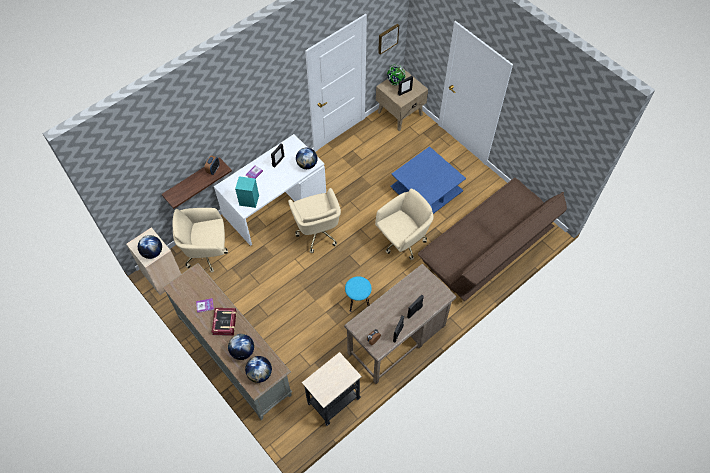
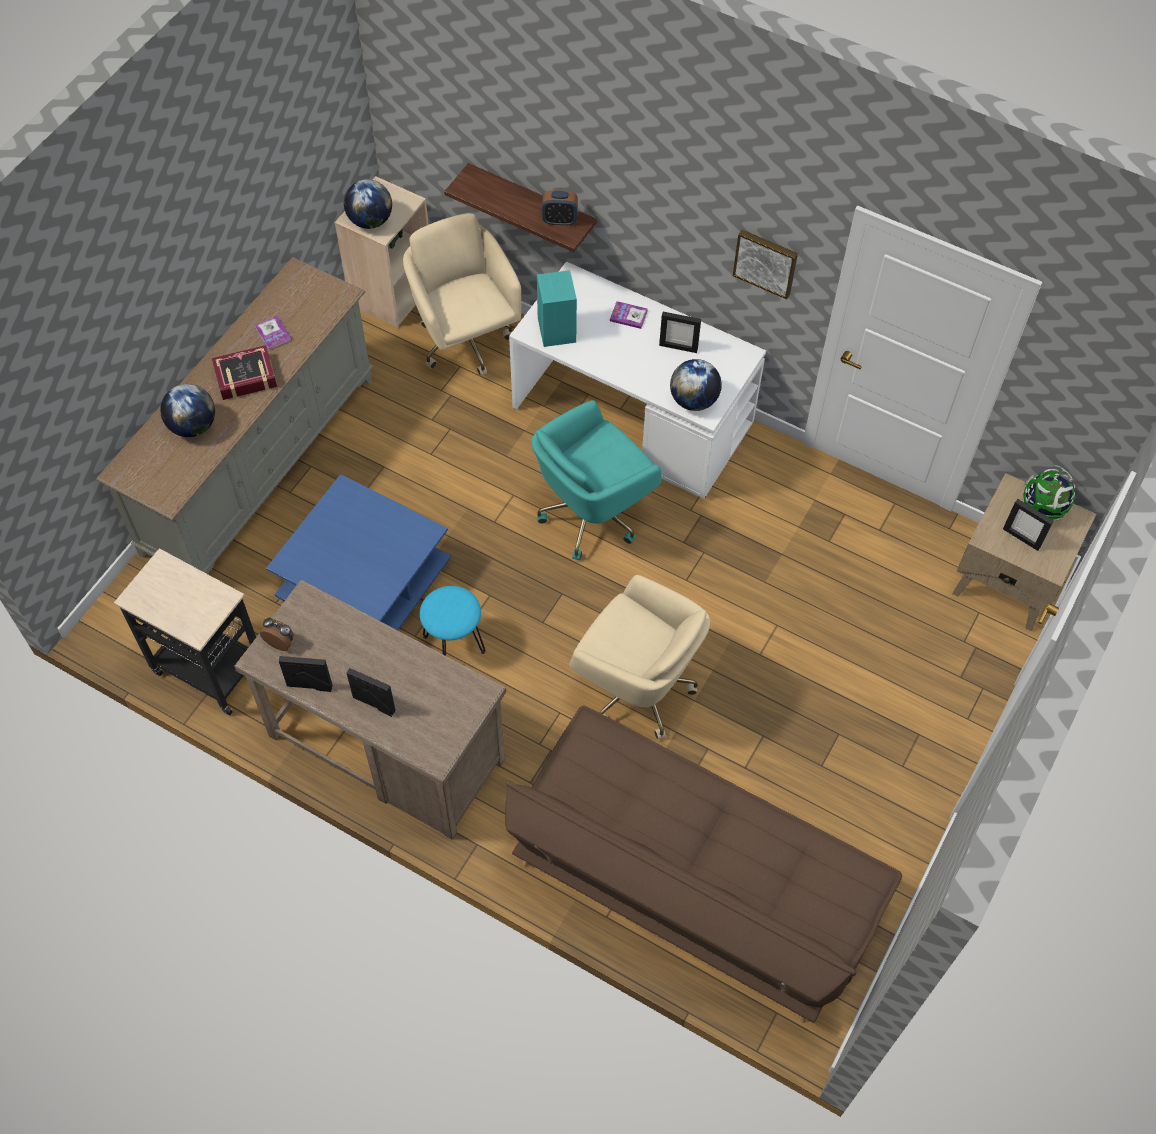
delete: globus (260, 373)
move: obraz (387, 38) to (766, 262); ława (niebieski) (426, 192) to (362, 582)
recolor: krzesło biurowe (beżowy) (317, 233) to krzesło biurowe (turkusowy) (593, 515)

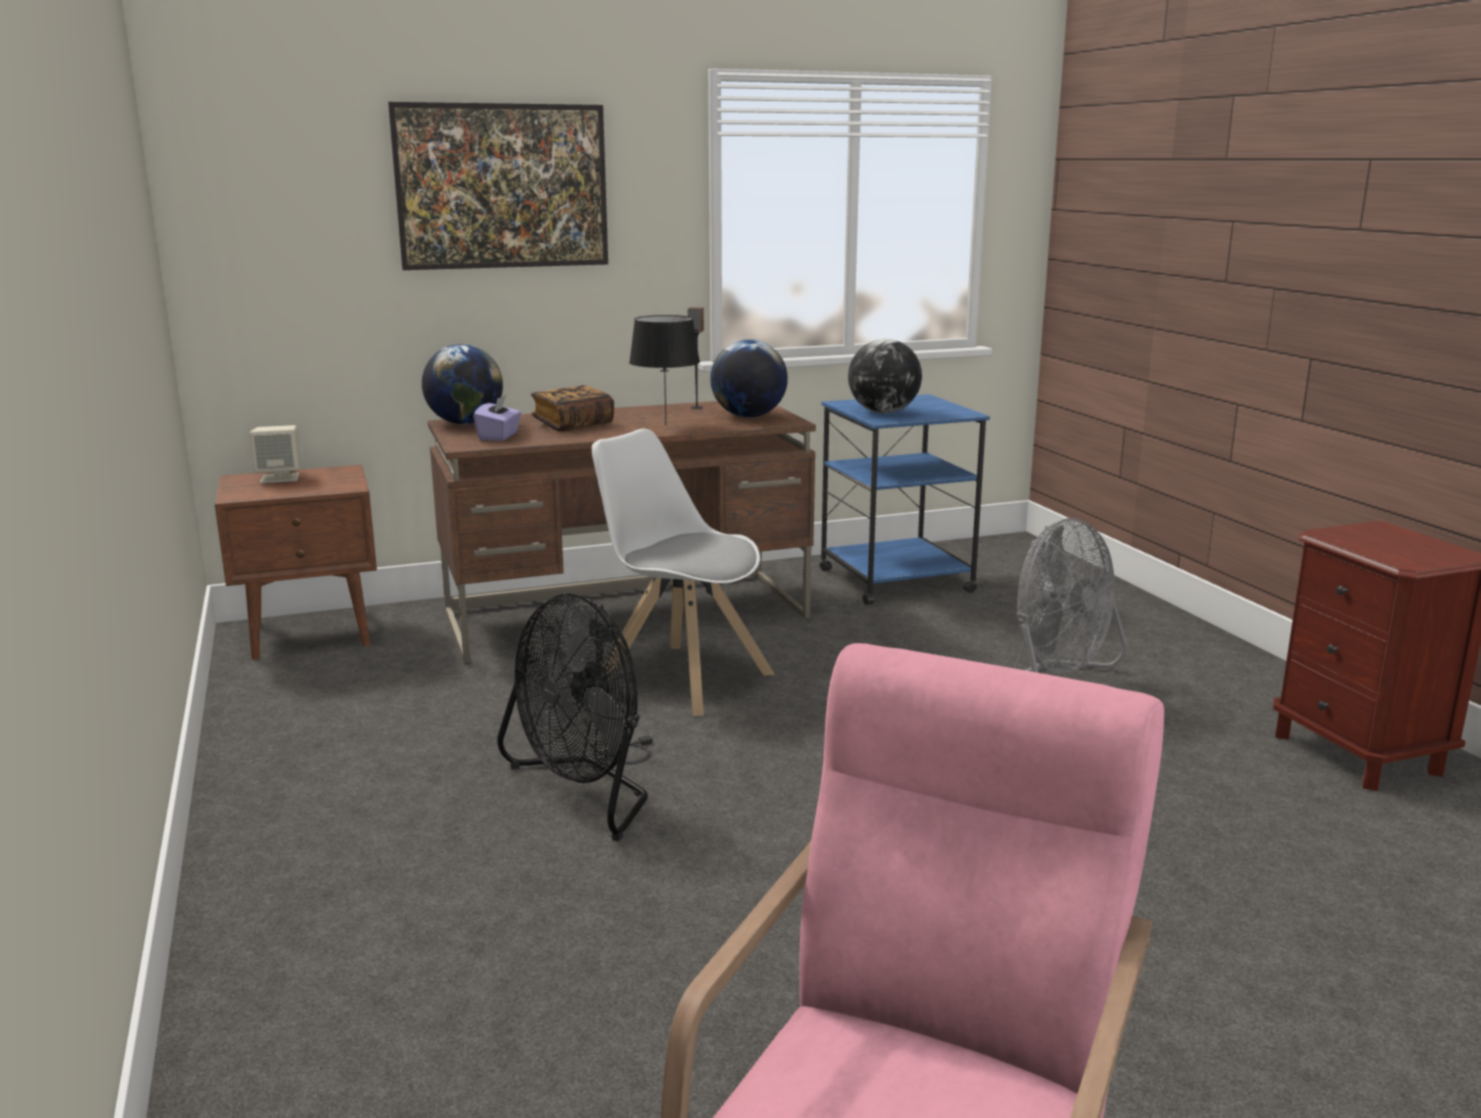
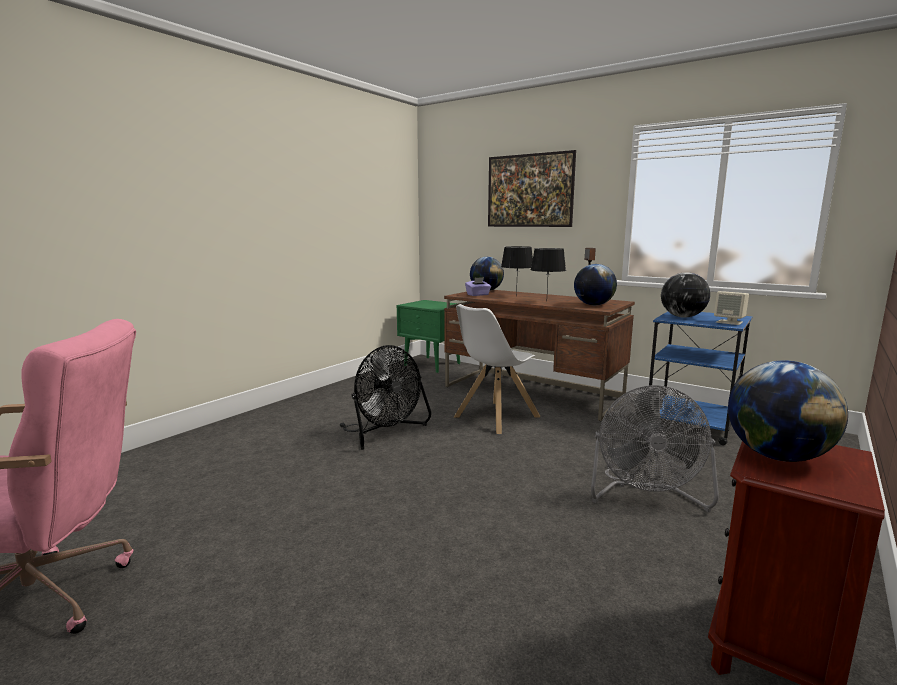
insert: globus (777, 456)
move: głośnik (beżowy) (280, 478) to (729, 322)
replace: książka (573, 424) to lampa stołowa (czarny) (516, 296)
recolor: szafka nocna (brązowy) (313, 634) to szafka nocna (zielony) (432, 365)
rotate: wentylator (czarny) (591, 786) = (382, 432) 150 degrees counterclockwise; krzesło (681, 677) = (494, 417) 135 degrees counterclockwise

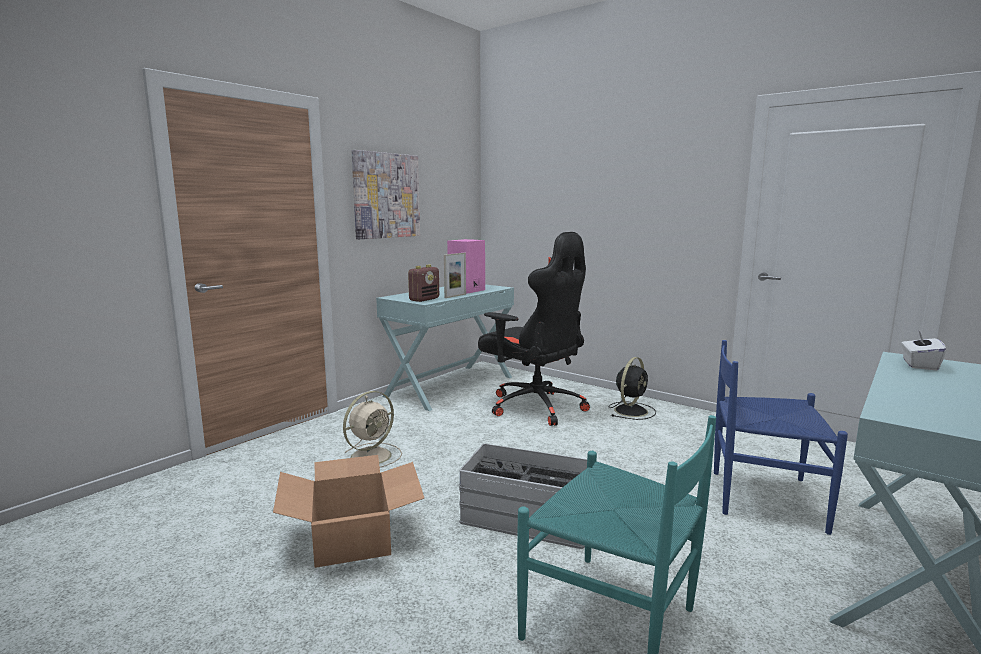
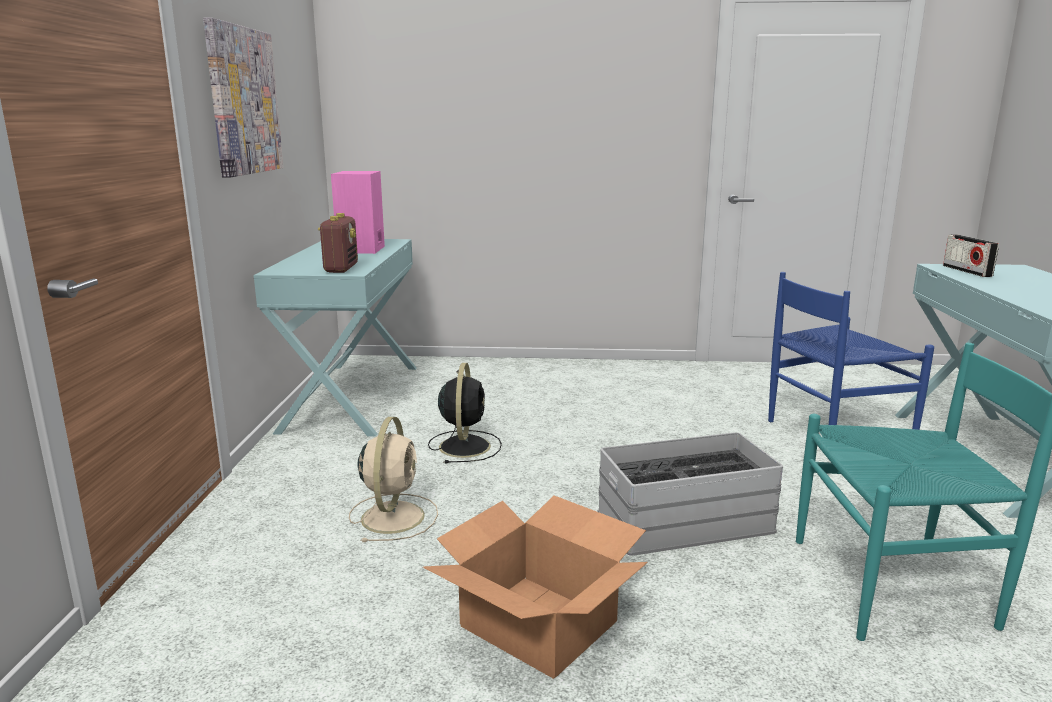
delete: ramka na zdjęcie (455, 296); krzesło biurowe (czarny) (530, 405)
move: wentylator (czarny) (631, 410) to (465, 445)
replace: pudełko chusteczek (biały) (919, 365) to radio (967, 271)

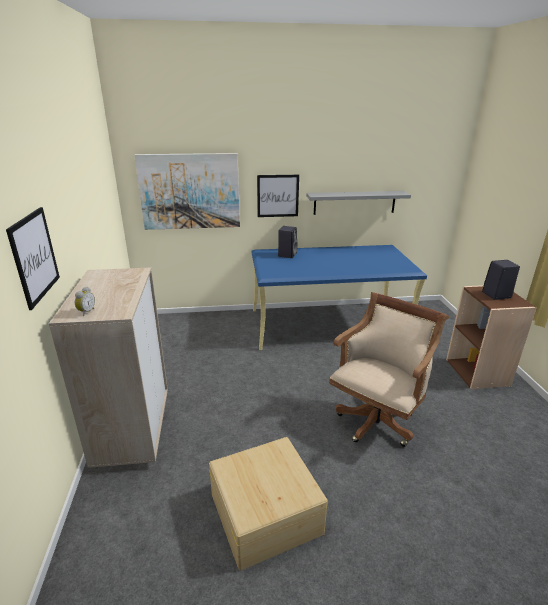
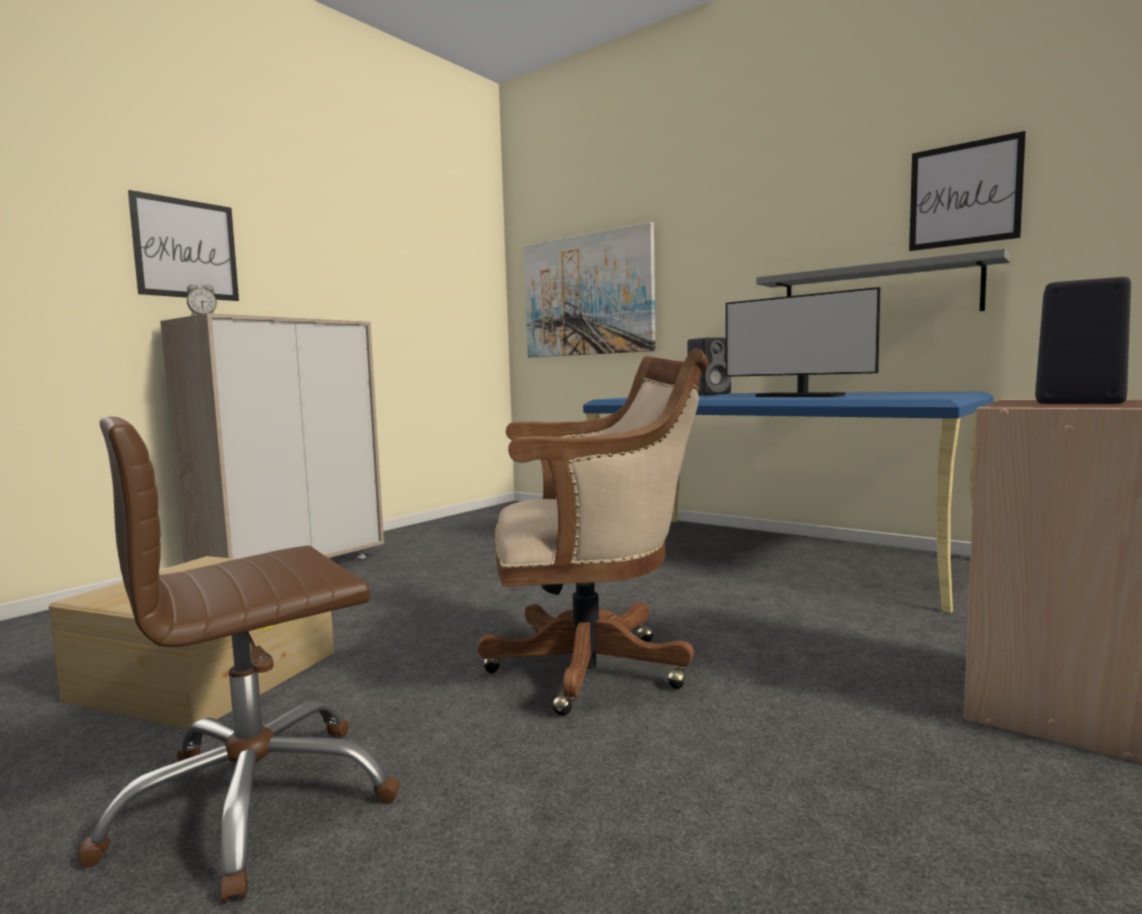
insert: krzesło biurowe (brązowy) (253, 804); monitor (799, 396)
move: obraz (278, 196) to (964, 194)

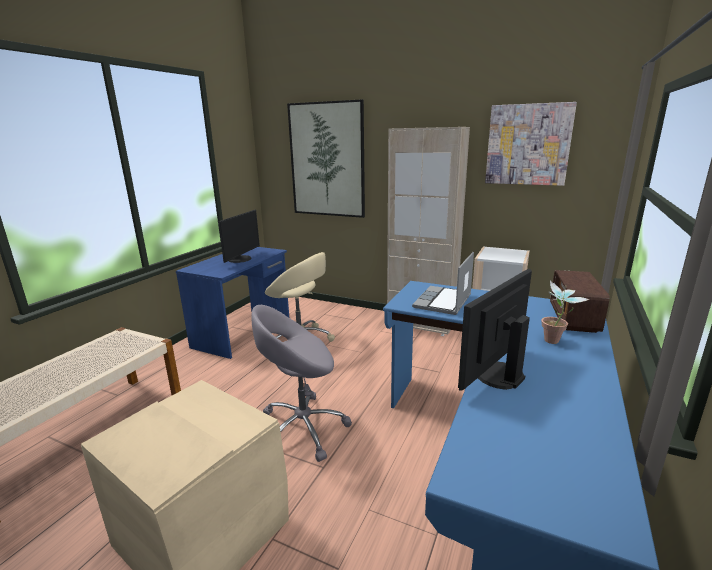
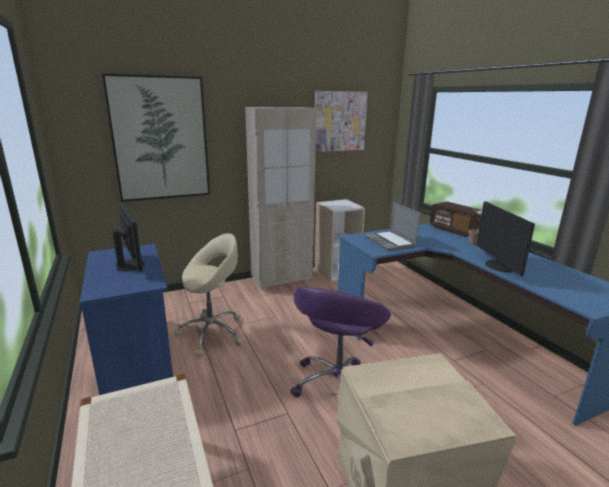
recolor: krzesło biurowe (szary) (301, 428) to krzesło biurowe (fioletowy) (336, 387)

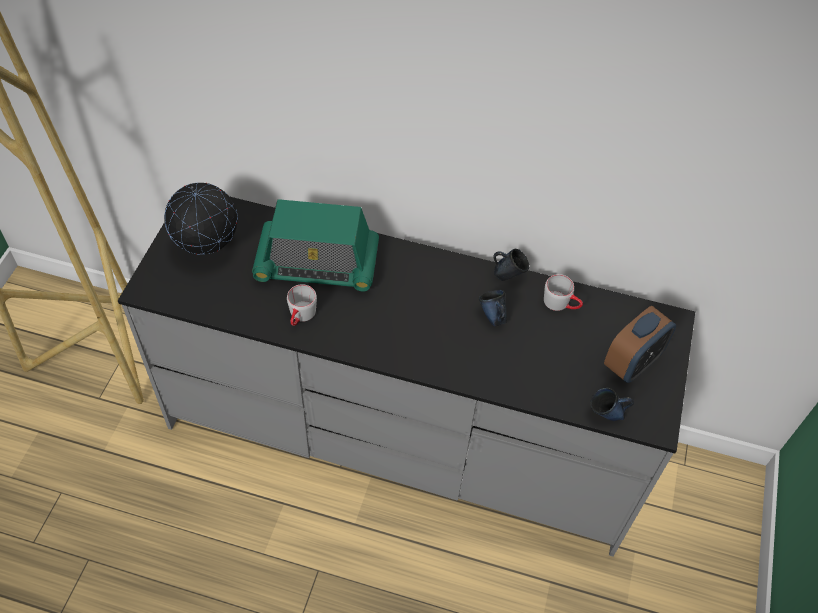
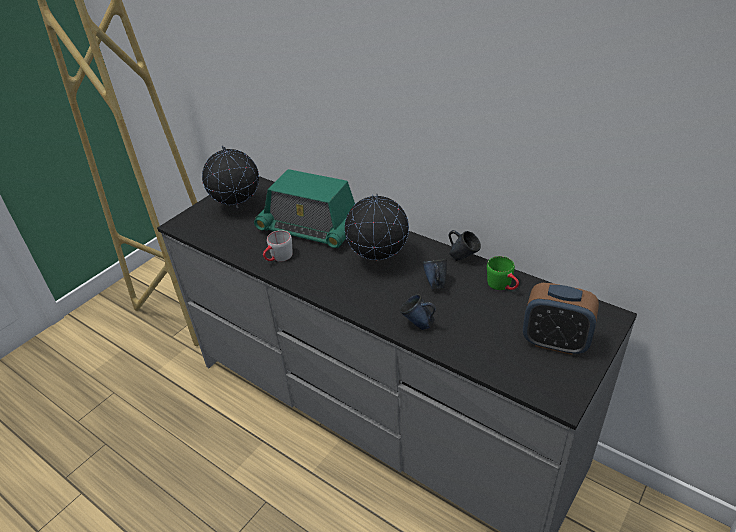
insert: globus (378, 260)
move: kubek (niebieski) (606, 416) to (418, 325)
recolor: kubek (szary) (561, 304) to kubek (zielony) (503, 286)
rotate: budzik (632, 363) = (555, 342) 45 degrees clockwise

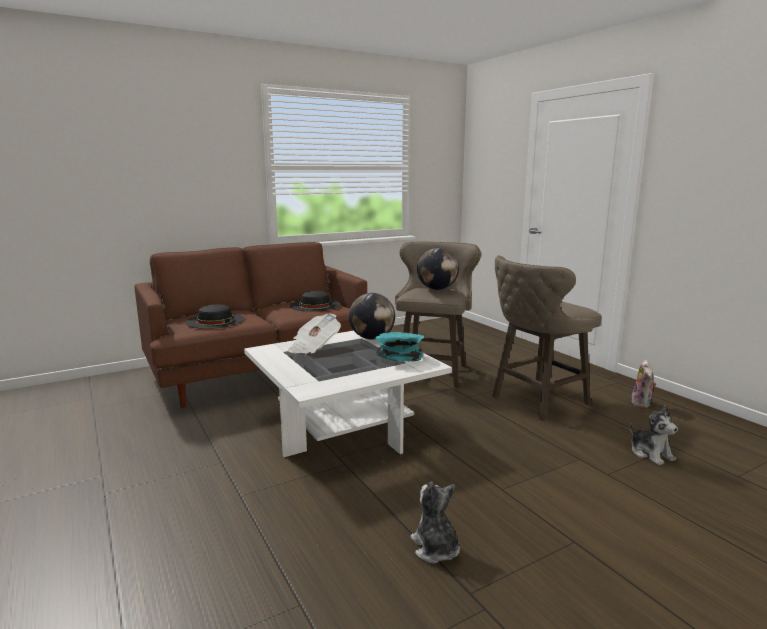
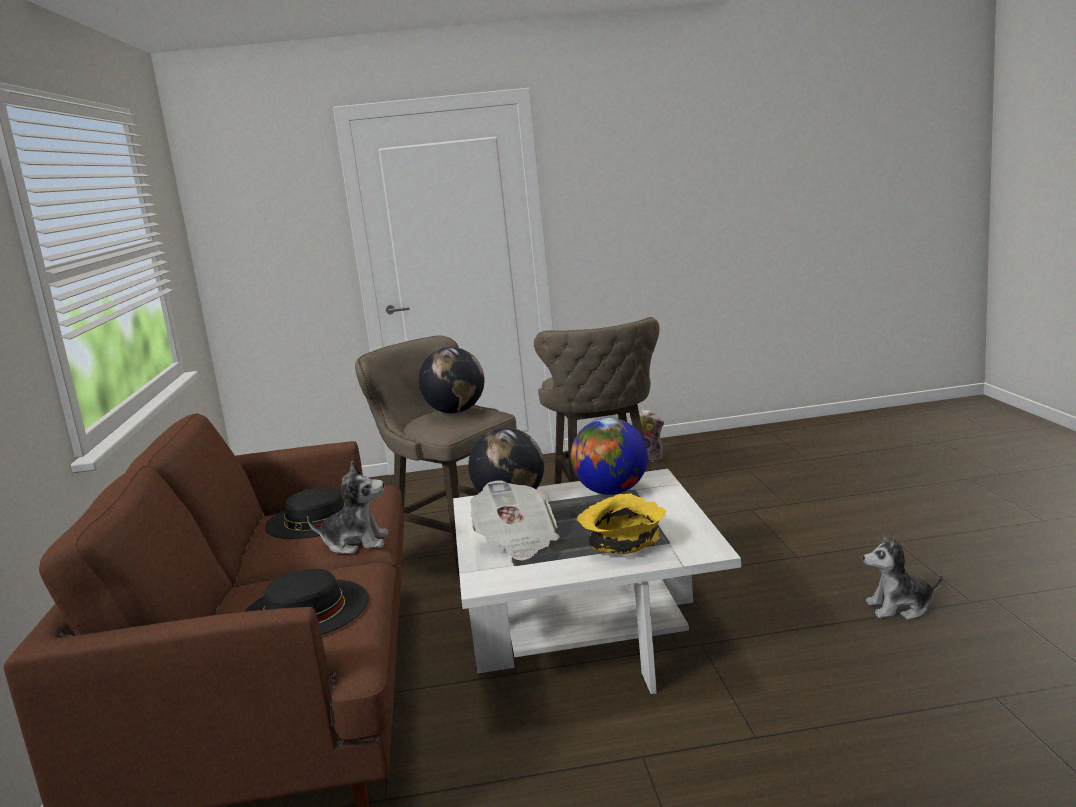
insert: miska (żółty) (623, 545)
move: pluszak (651, 454) to (356, 543)
replace: miska (turkusowy) (397, 357) to globus (612, 492)

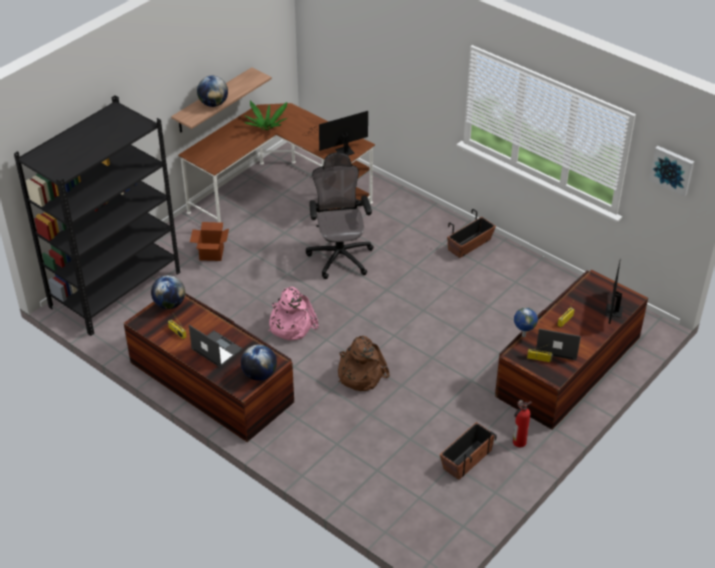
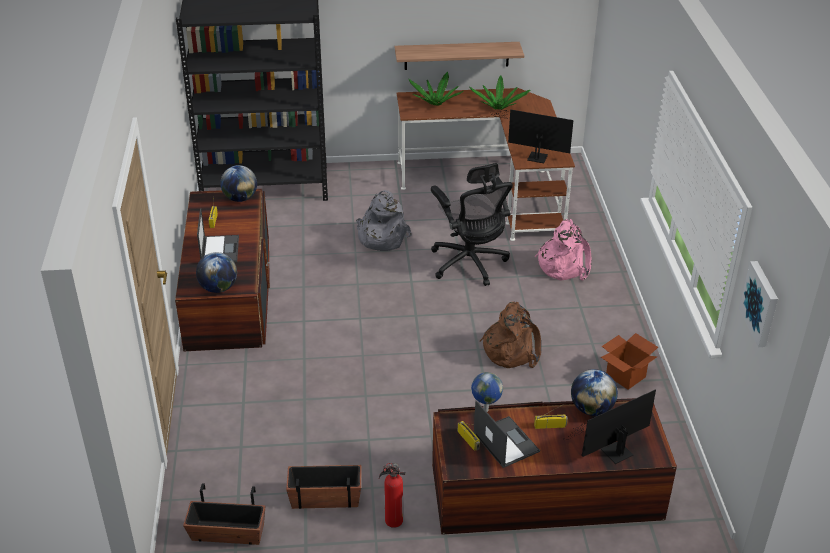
insert: plecak (szary) (381, 237); roślina doniczkowa (435, 103)
move: karton (211, 253) to (626, 376); globus (213, 104) to (591, 409); plecak (różowy) (290, 324) to (564, 265); plecak (brązowy) (360, 374) to (511, 350); donica (470, 245) to (227, 533)
rotate: krzesło biurowe (340, 257) = (469, 263) 120 degrees clockwise

